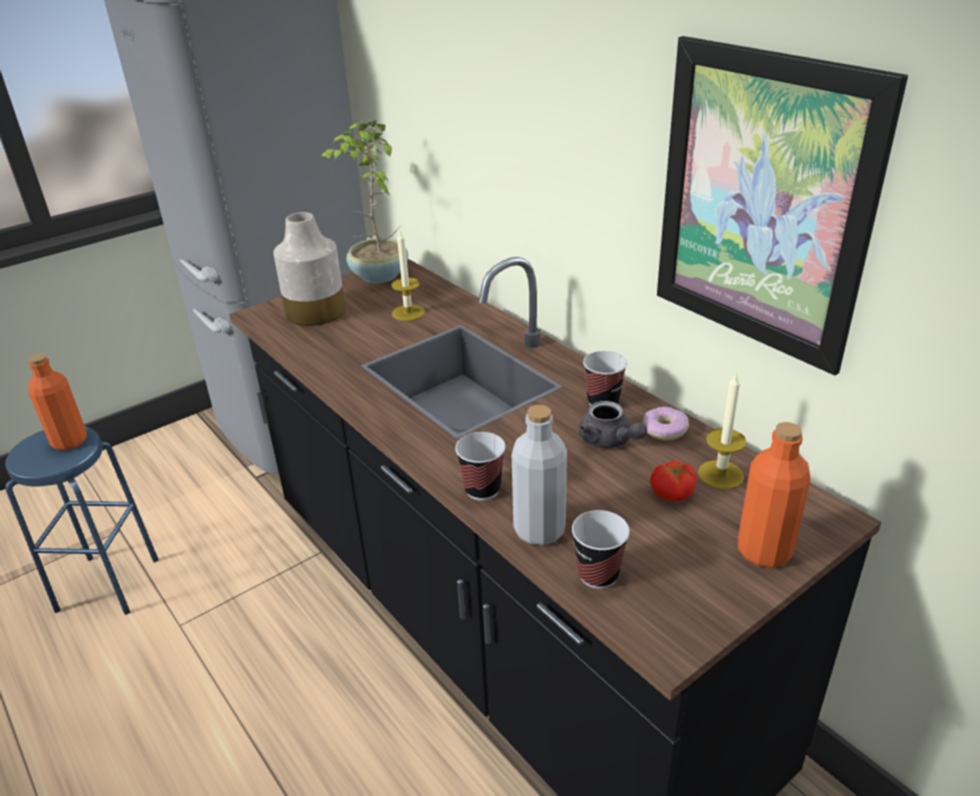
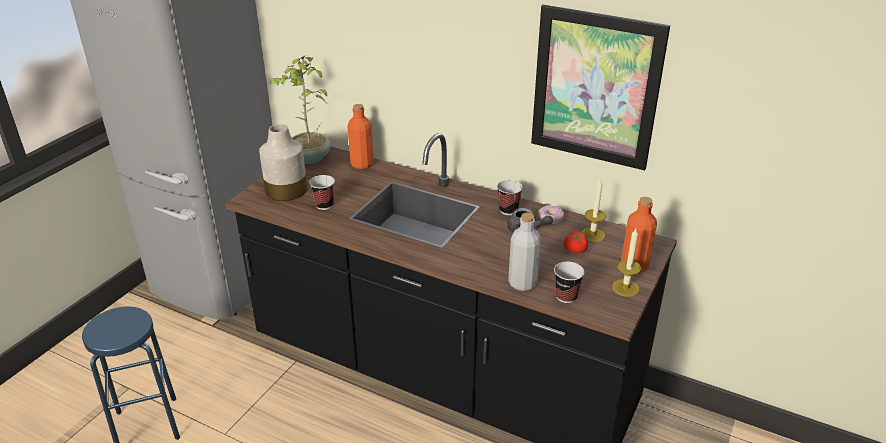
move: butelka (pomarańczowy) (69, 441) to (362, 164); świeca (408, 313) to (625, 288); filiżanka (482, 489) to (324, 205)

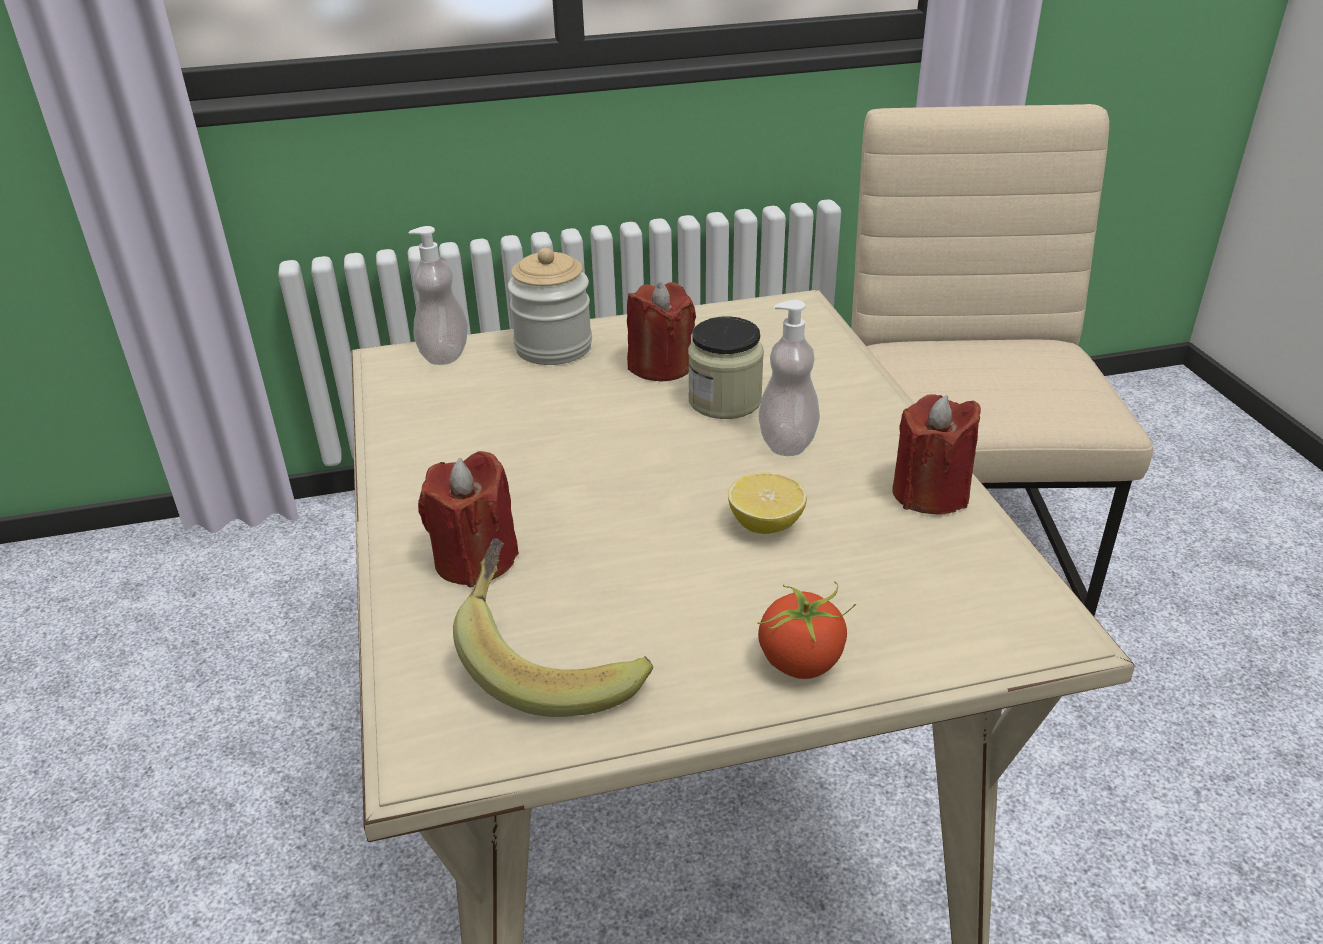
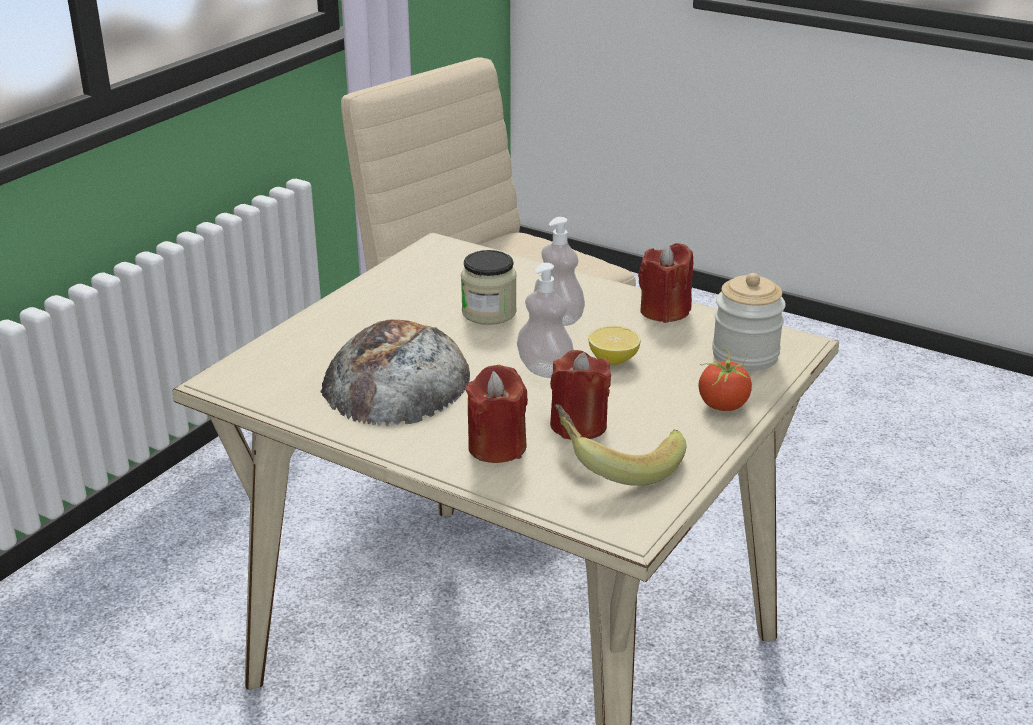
insert: chleb (396, 379)
move: dozownik mydła (444, 354) to (545, 370); słoik (553, 347) to (745, 355); świeca (czerwony) (660, 366) to (578, 425)

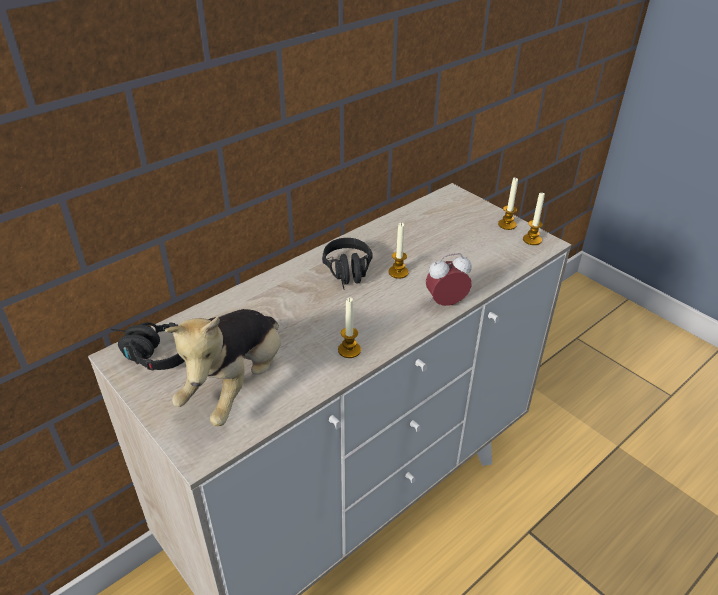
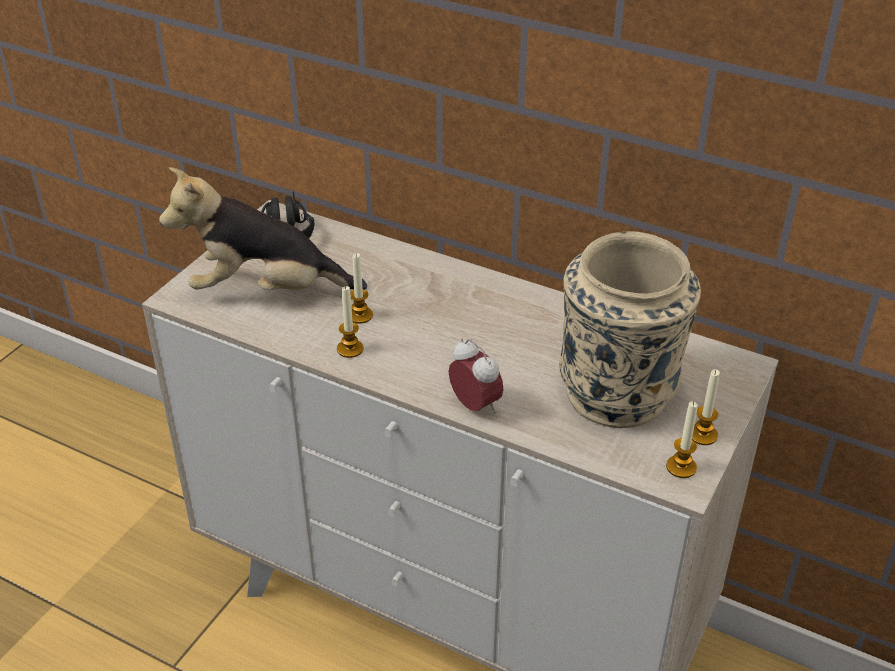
delete: słuchawki (czarny) (349, 275)
insert: wazon (beżowy) (617, 392)
move: świeca (398, 272) to (360, 315)

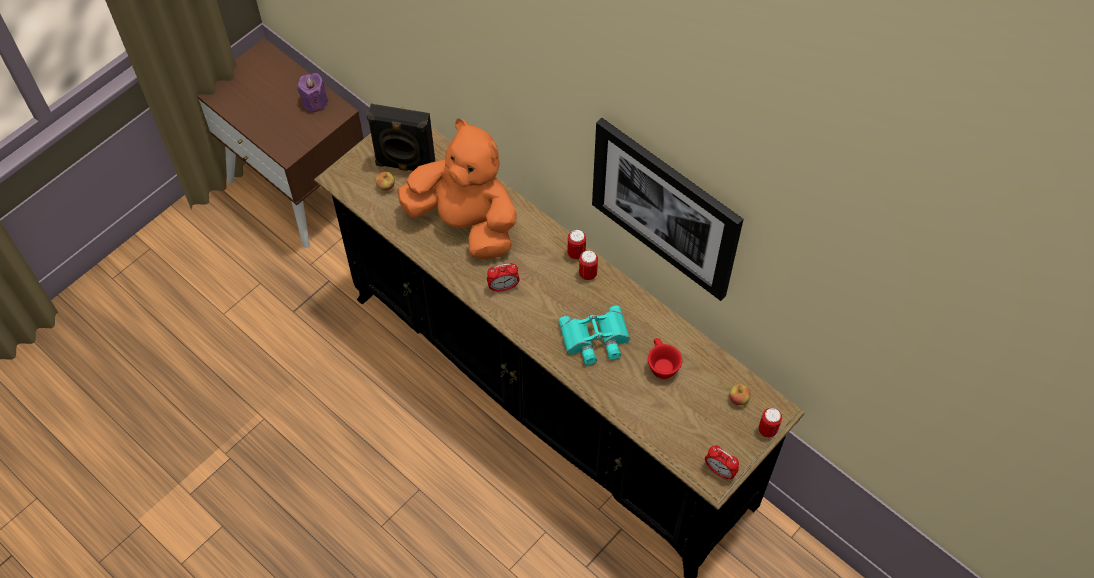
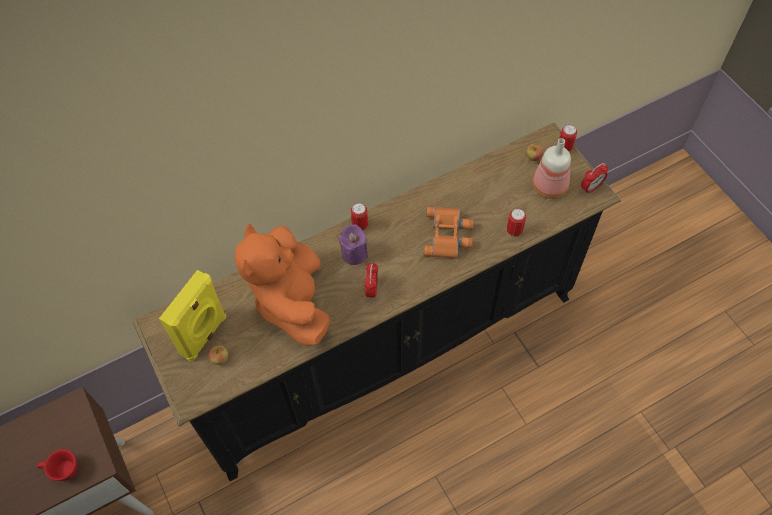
delete: obraz (665, 208)
insert: butelka (550, 186)
move: świeca (fioletowy) (315, 102) to (354, 253); puszka (588, 274) to (514, 231); filiżanka (czerwony) (661, 364) to (62, 470)
recolor: głośnik (czarny) (405, 166) to głośnik (żółty) (205, 336); lornetka (turkusowy) (595, 339) to lornetka (pomarańczowy) (449, 235)
rotate: pluszak (pomarańczowy) (465, 223) = (292, 301) 60 degrees counterclockwise

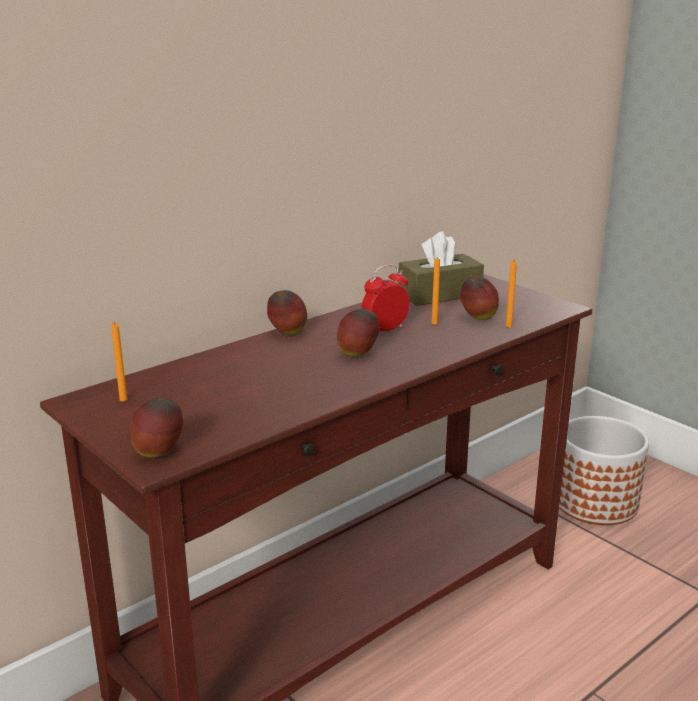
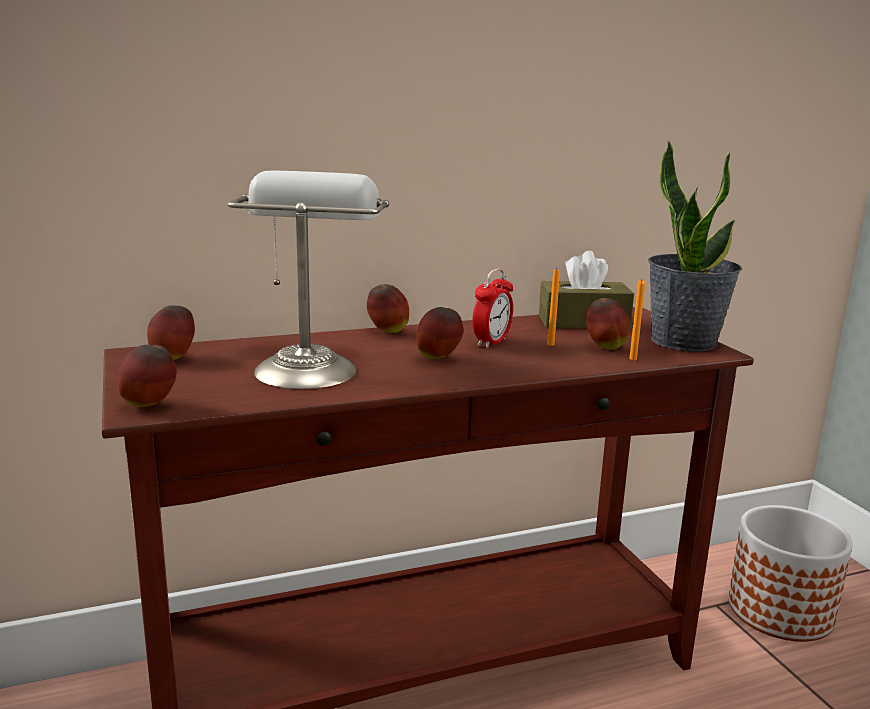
insert: lampa stołowa (biały) (308, 363); roślina doniczkowa (683, 341)
replace: świeca (pomarańczowy) (123, 399) to jabłko (173, 359)
rotate: budzik (385, 329) = (491, 342) 135 degrees clockwise

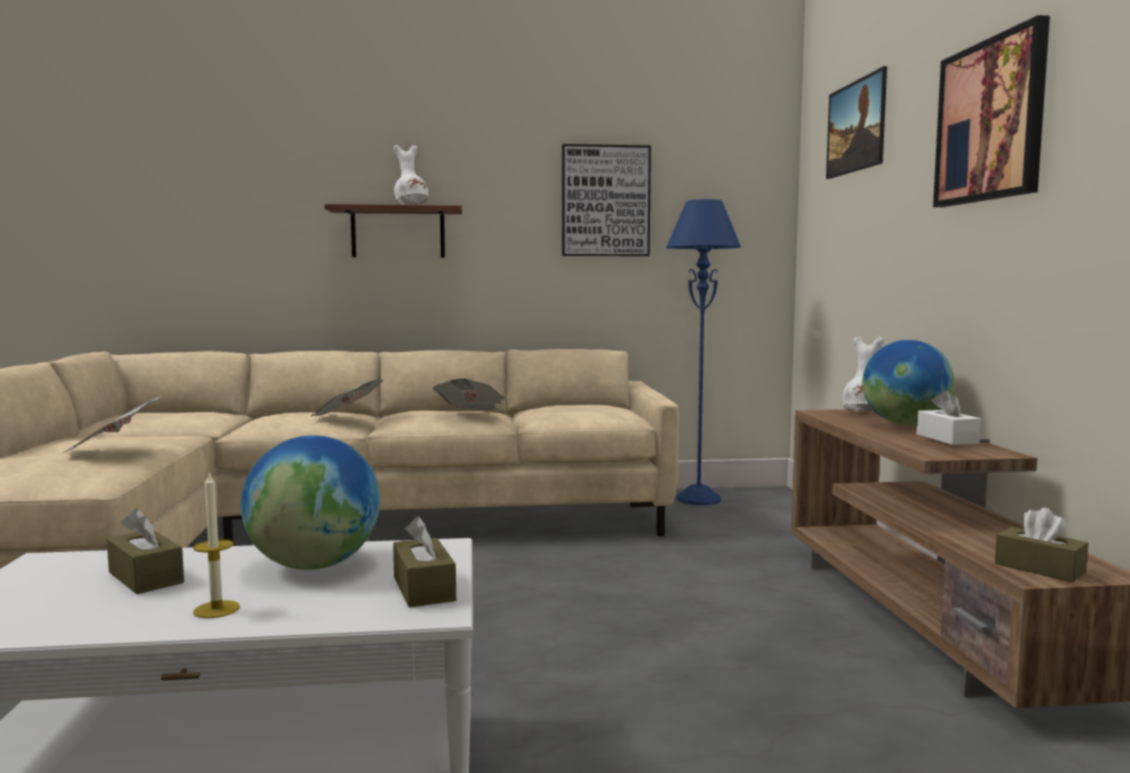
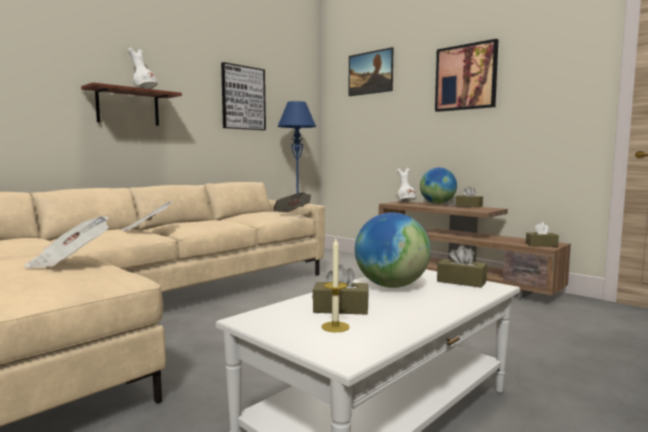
move: świeca (216, 609) to (335, 327); gazeta (471, 415) to (292, 214)
recolor: pudełko chusteczek (biały) (947, 439) to pudełko chusteczek (brązowy) (469, 206)

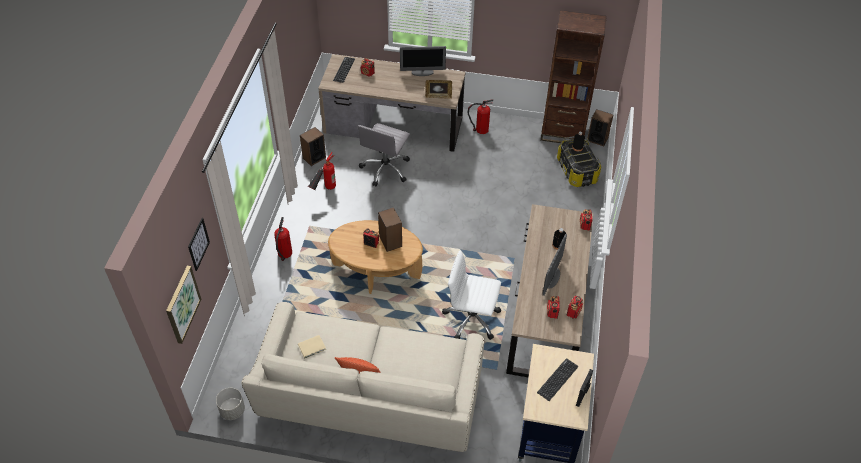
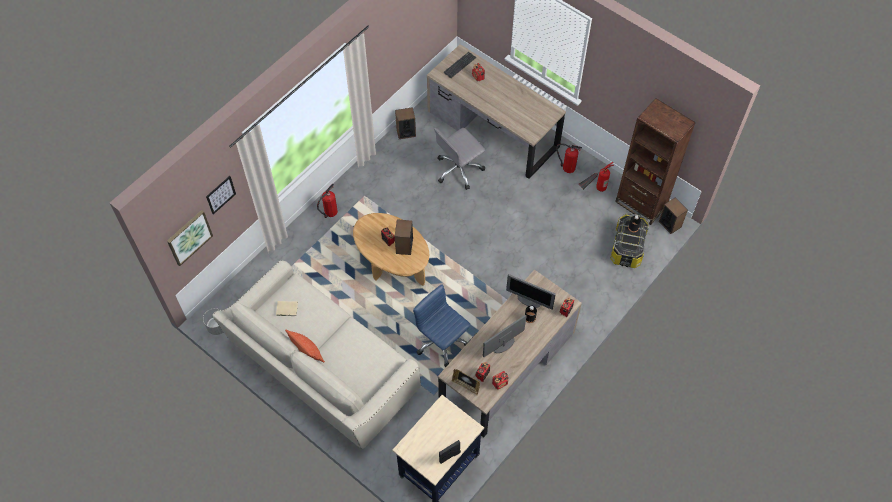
delete: klawiatura (557, 379)
move: gaśnica (324, 192) to (593, 191); monitor (422, 72) to (529, 301); ramka na zdjęcie (438, 96) to (466, 385)
recolor: krzesło biurowe (biały) (471, 319) to krzesło biurowe (niebieski) (442, 342)

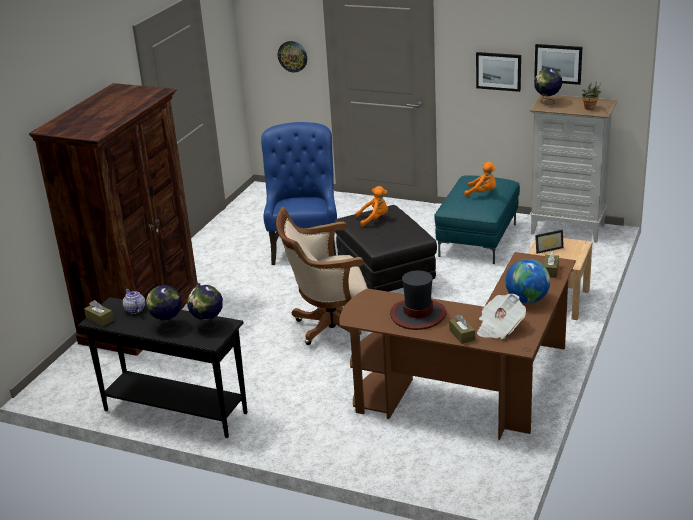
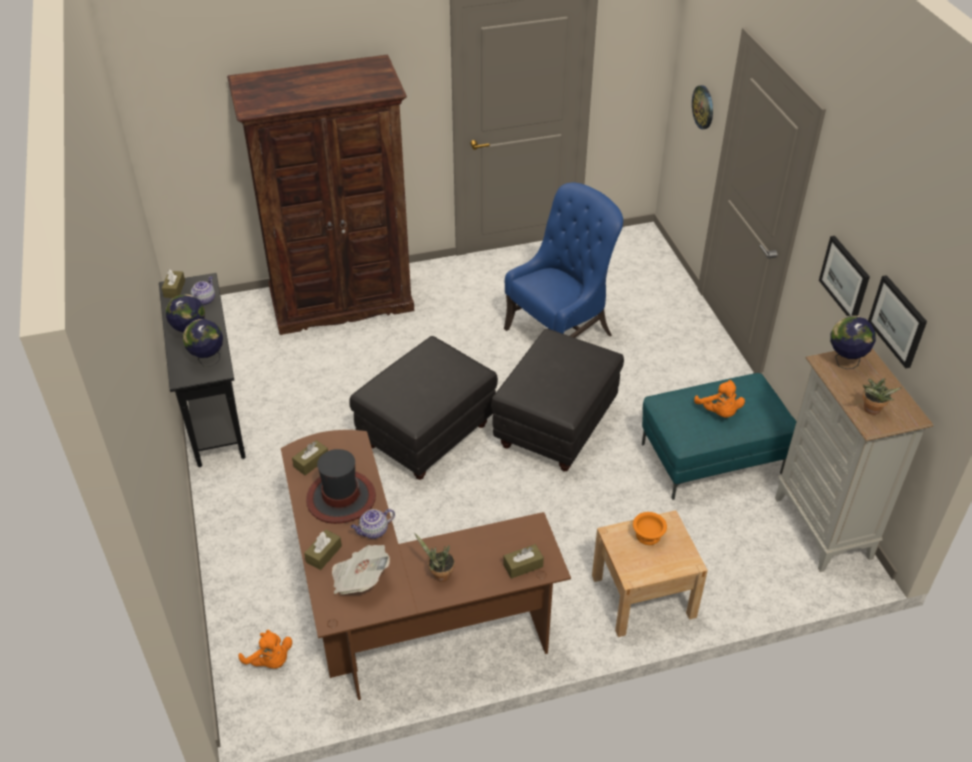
insert: pudełko chusteczek (brązowy) (311, 462); imbryk (373, 531)
move: pluszak (pomarańczowy) (374, 219) to (270, 660)
replace: krzesło biurowe (329, 328) to pufa (czarny) (426, 435); globus (527, 300) to roślina doniczkowa (439, 575); ramka na zdjęcie (547, 248) to miska (pomarańczowy) (649, 535)

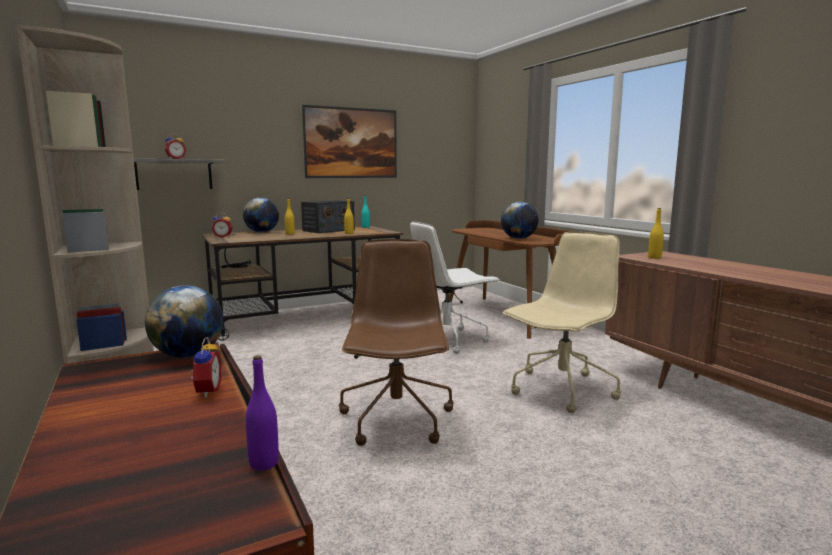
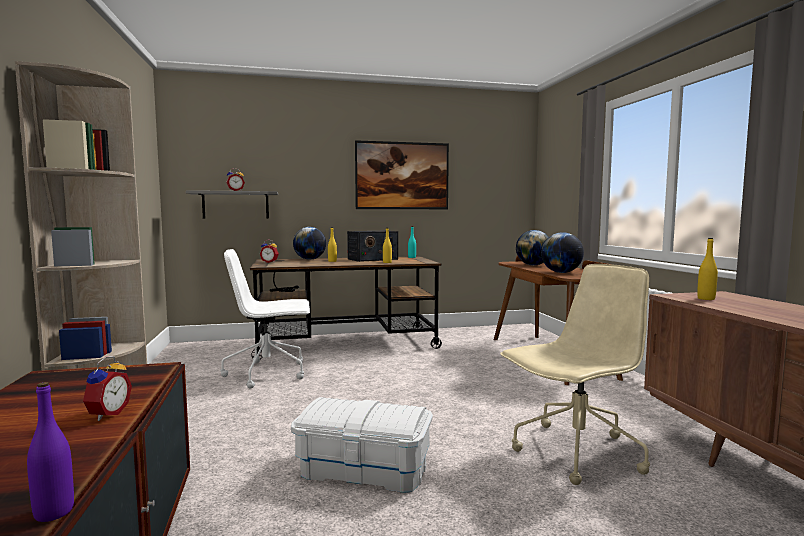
move: globus (188, 355) to (533, 265); krzesło biurowe (biały) (450, 340) to (271, 373)
replace: krzesło biurowe (brązowy) (397, 423) to pojemnik do przechowywania (biały) (364, 469)

